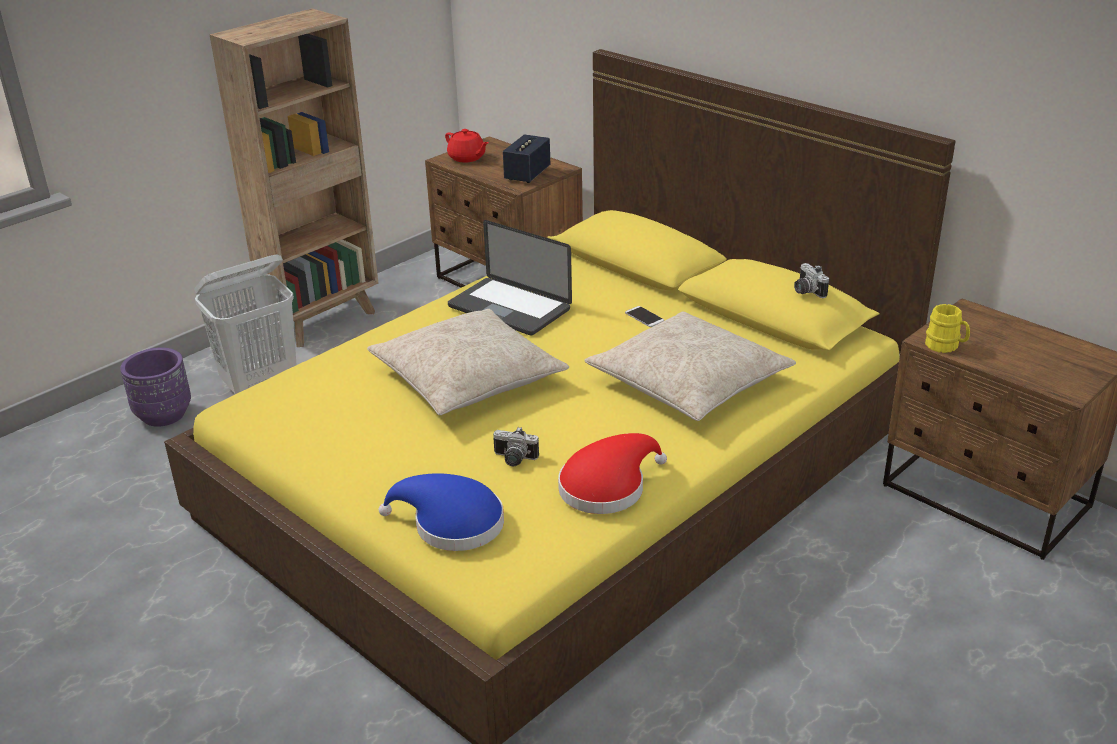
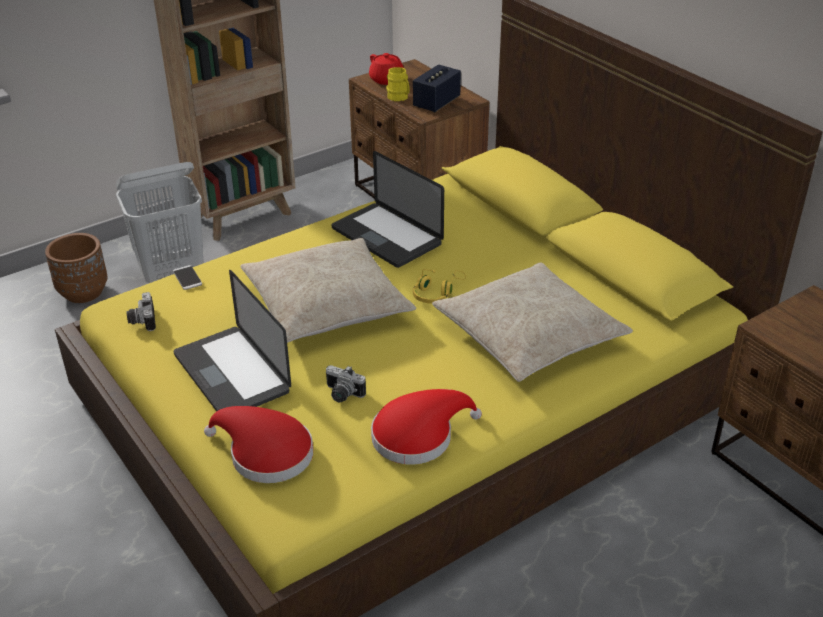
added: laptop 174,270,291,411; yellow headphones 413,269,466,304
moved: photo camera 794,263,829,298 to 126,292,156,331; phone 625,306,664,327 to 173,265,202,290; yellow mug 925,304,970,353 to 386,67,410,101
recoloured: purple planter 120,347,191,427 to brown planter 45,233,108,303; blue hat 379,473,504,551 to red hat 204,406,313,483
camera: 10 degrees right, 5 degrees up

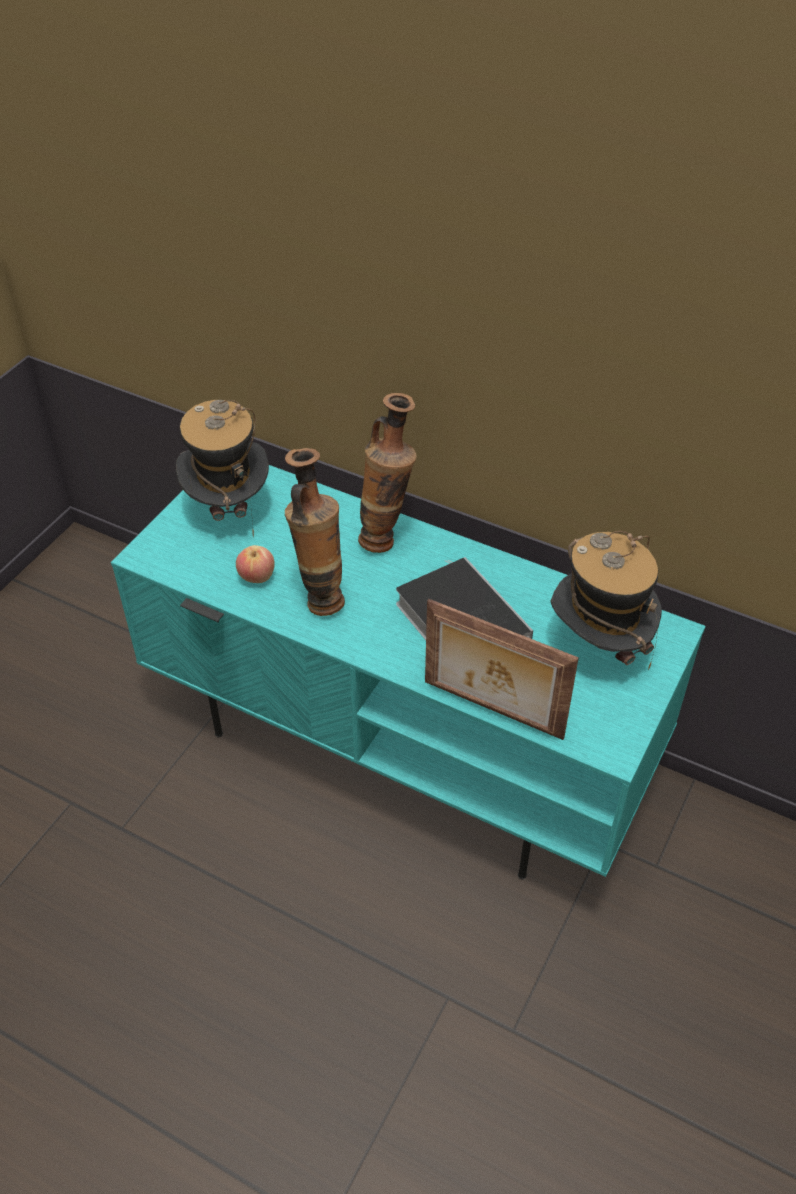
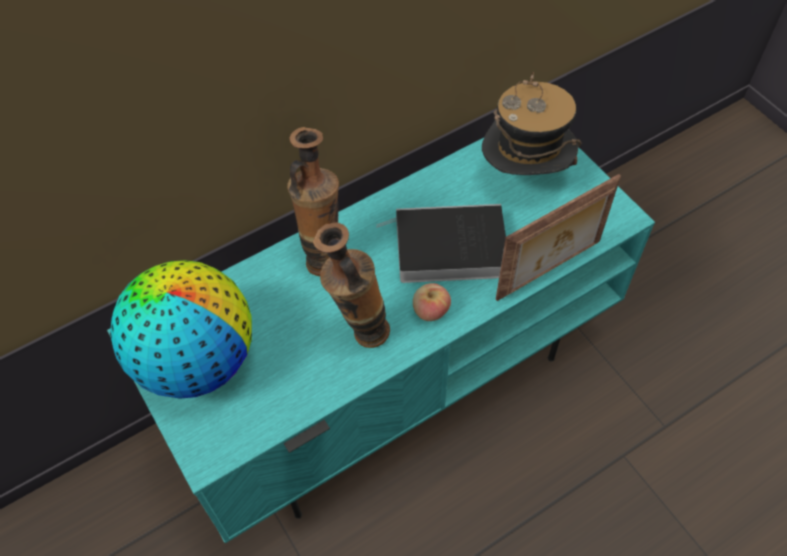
moved: apple 236,545,275,583 to 413,283,451,321
replaced: hat 176,400,269,537 to globe 110,260,252,399
camera: 60 degrees left, 10 degrees up

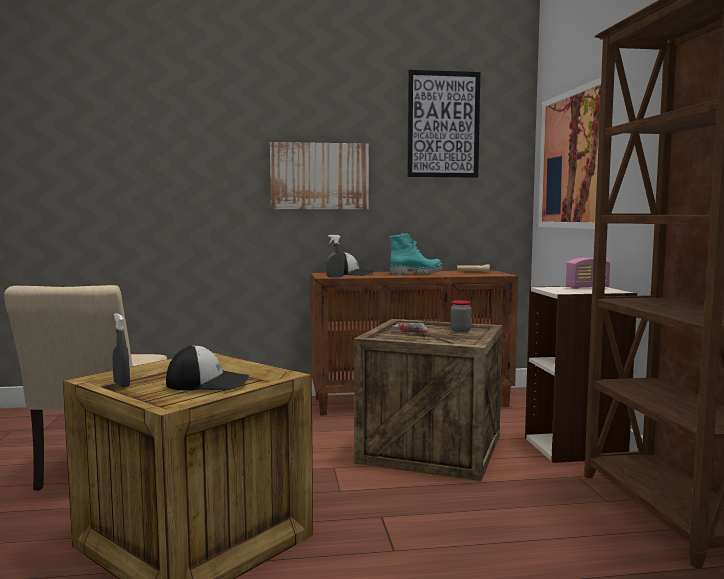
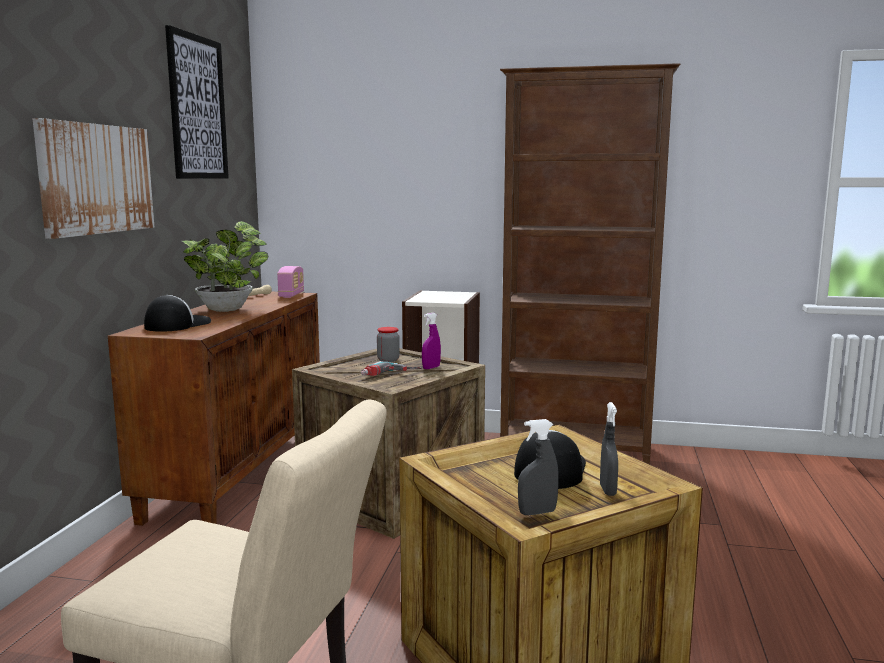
removed: picture 538,75,615,229
added: purple spray bottle 422,312,441,369
moved: radio 566,257,610,289 to 277,266,304,298; grey spray bottle 326,235,344,278 to 600,402,618,496
replaced: turquoise boot 390,233,443,275 to potted plant 182,221,268,312
camera: 70 degrees left, 5 degrees up

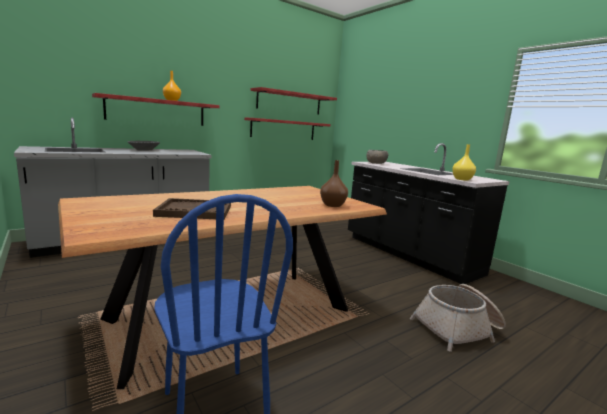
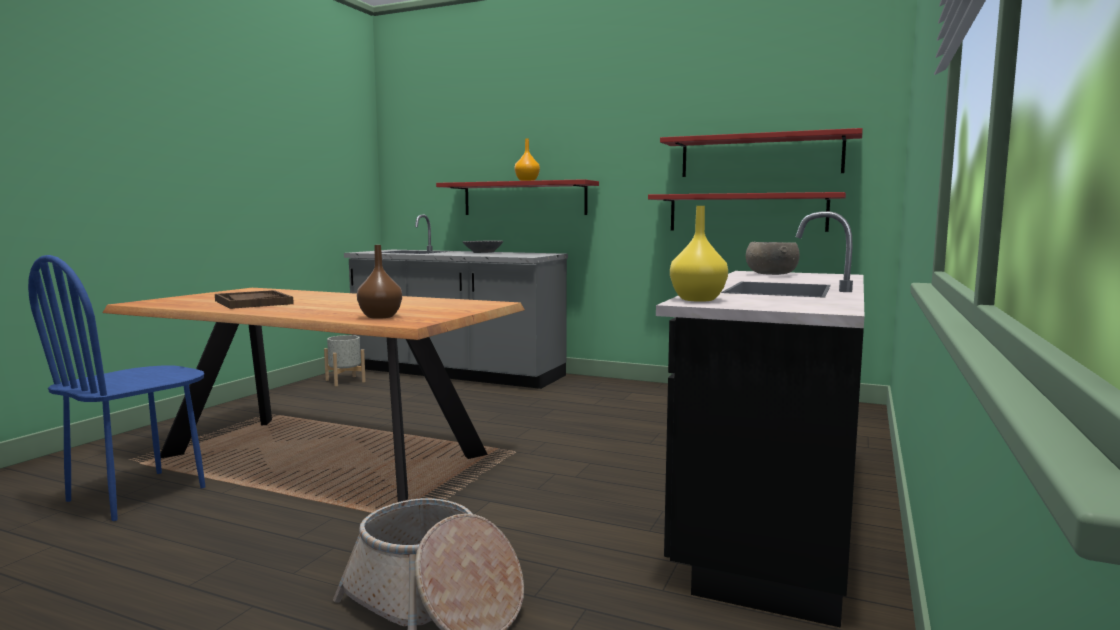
added: grey planter 324,335,366,386
camera: 60 degrees right, 5 degrees down

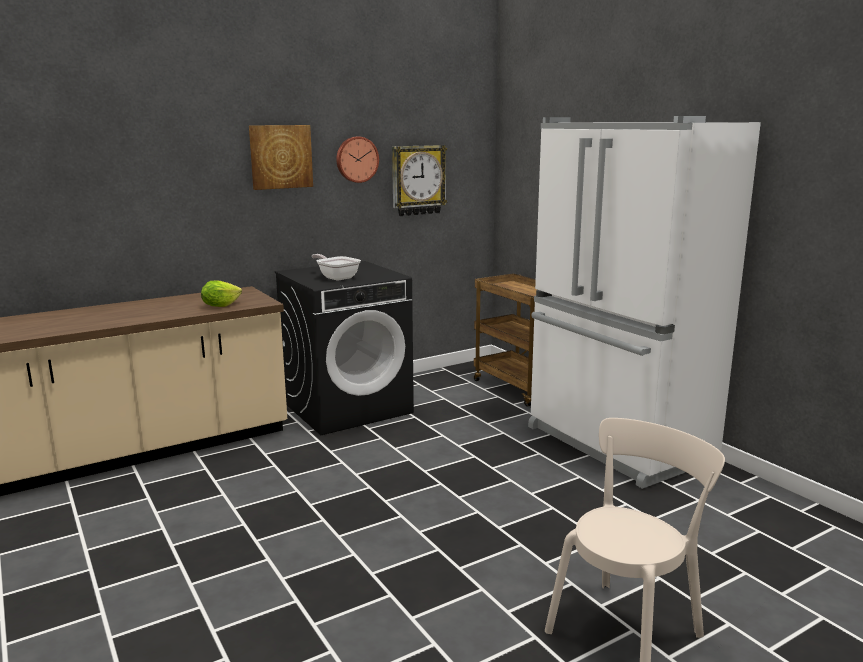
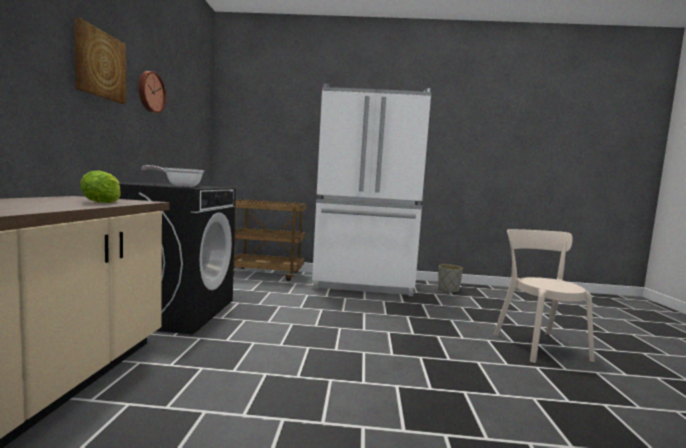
removed: wall clock 392,145,447,216
added: grey planter 438,264,463,293
camera: 55 degrees left, 10 degrees down

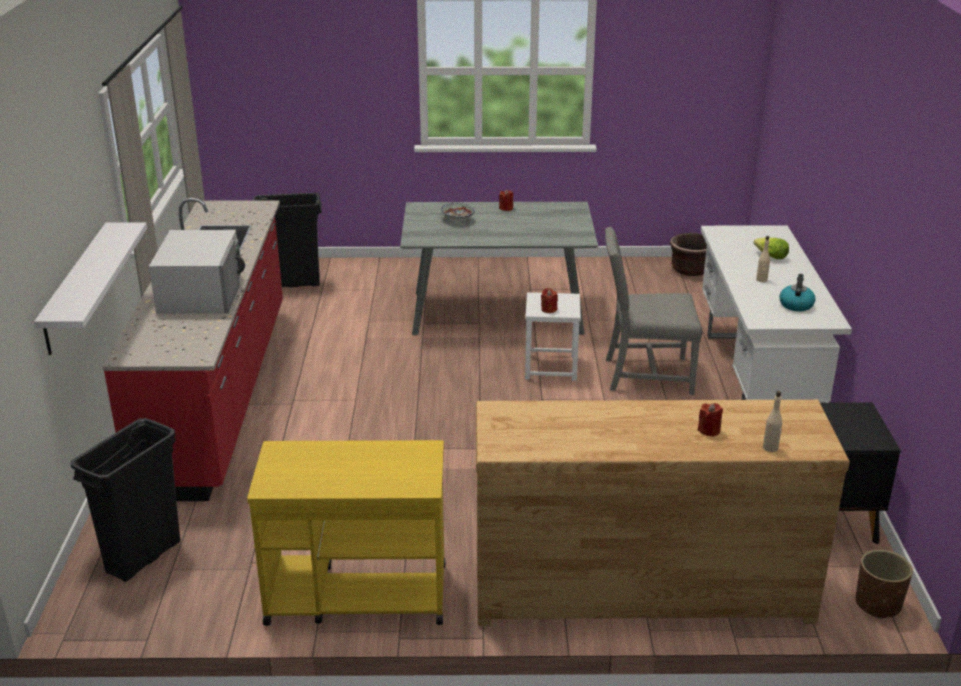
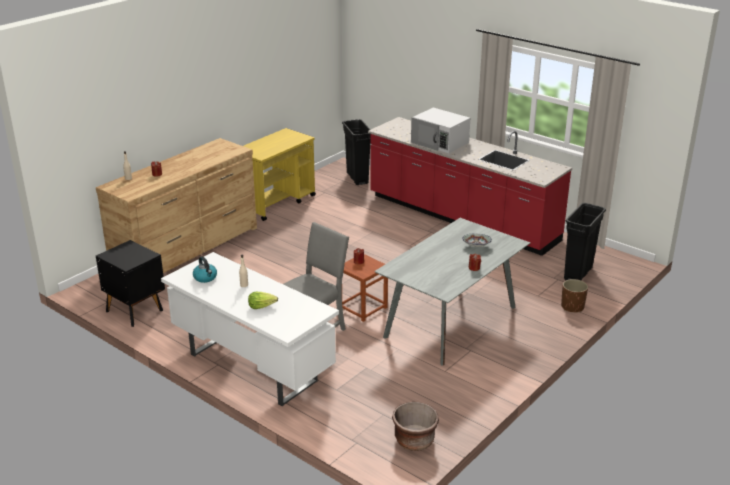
removed: white shelf 34,222,147,355
moved: brown planter 856,550,913,619 to 561,279,588,312
recoloured: white stool 525,292,581,381 to brown stool 342,254,388,322
camera: 130 degrees right, 0 degrees up

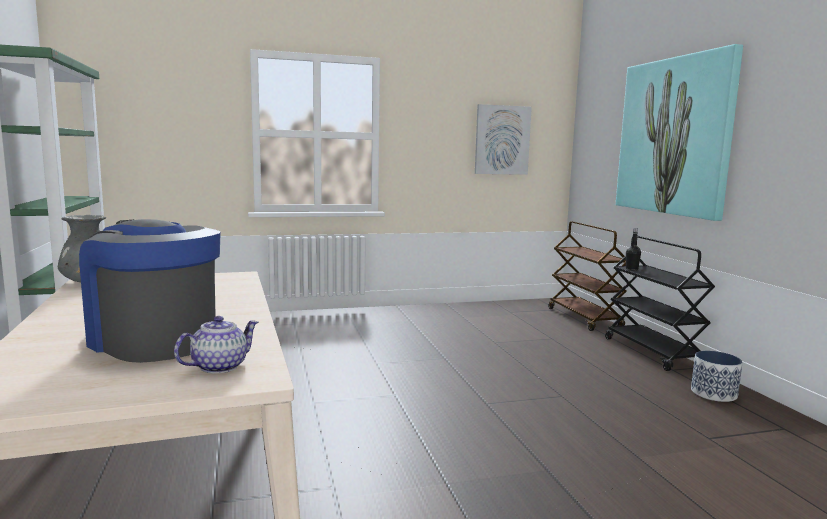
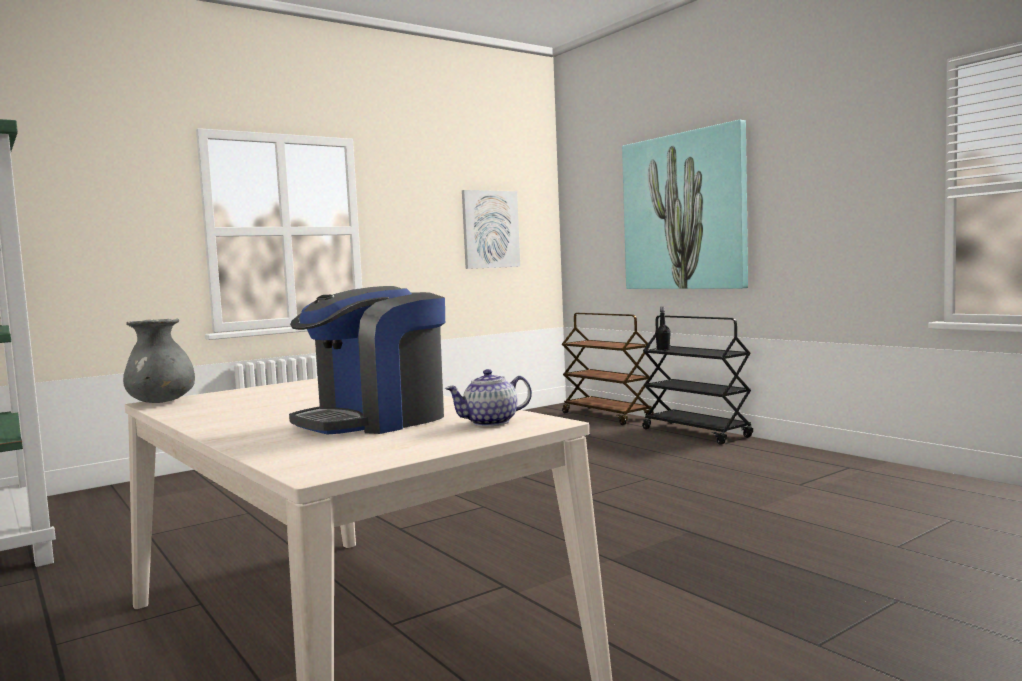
removed: planter 691,351,743,402
turned: coffee machine 79,219,221,363 = 289,286,445,434 60 degrees counterclockwise; teapot 174,316,259,374 = 445,369,532,426 135 degrees counterclockwise
camera: 20 degrees left, 5 degrees down

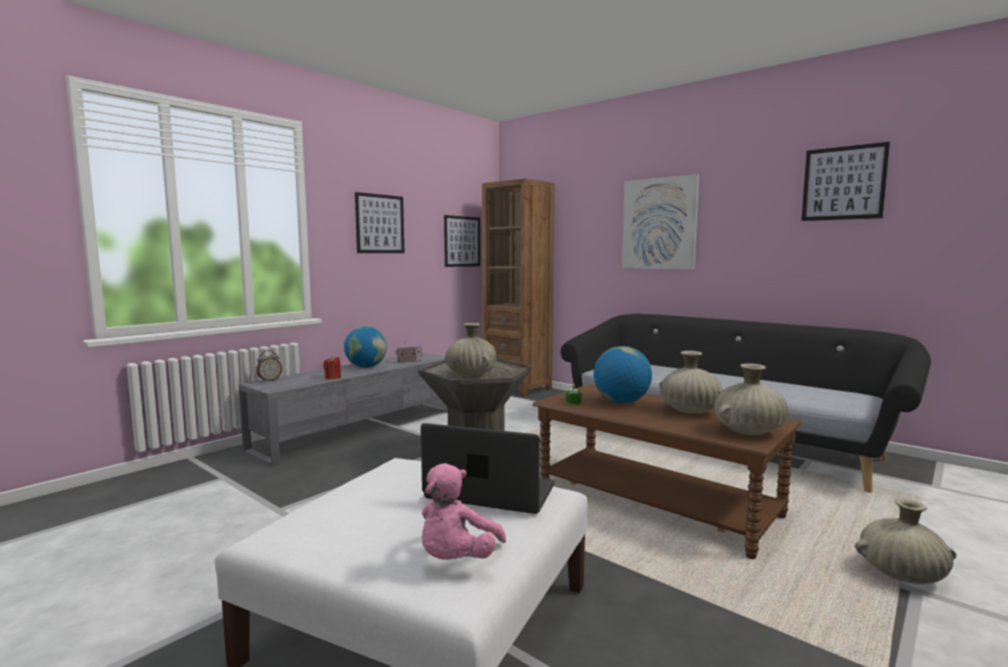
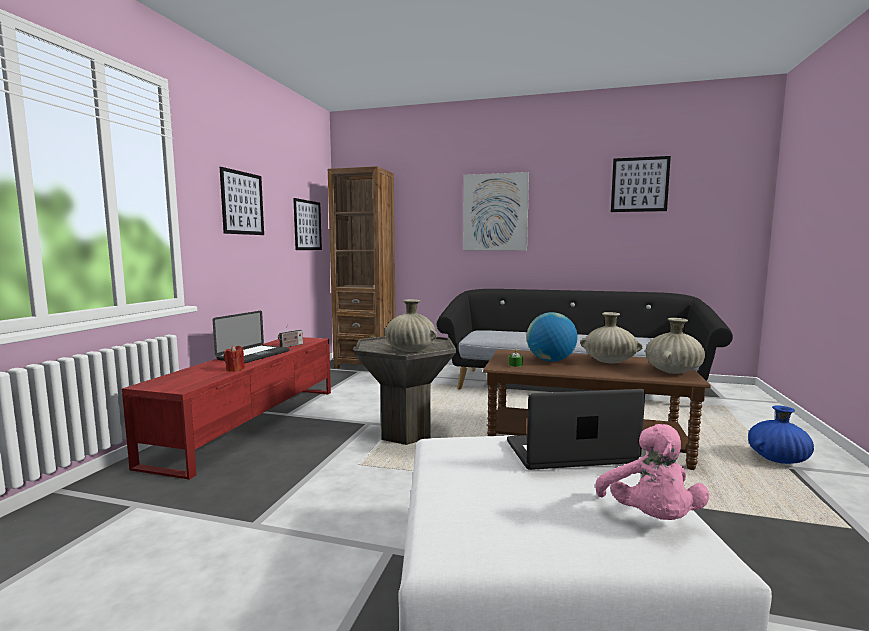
removed: alarm clock 256,350,282,382
replaced: globe 344,326,387,368 to laptop 213,311,290,363
recoloured: grey tv stand 238,352,448,467 to red tv stand 122,337,331,480; beige vase 855,499,956,584 to blue vase 748,405,814,464
camera: 25 degrees left, 0 degrees up

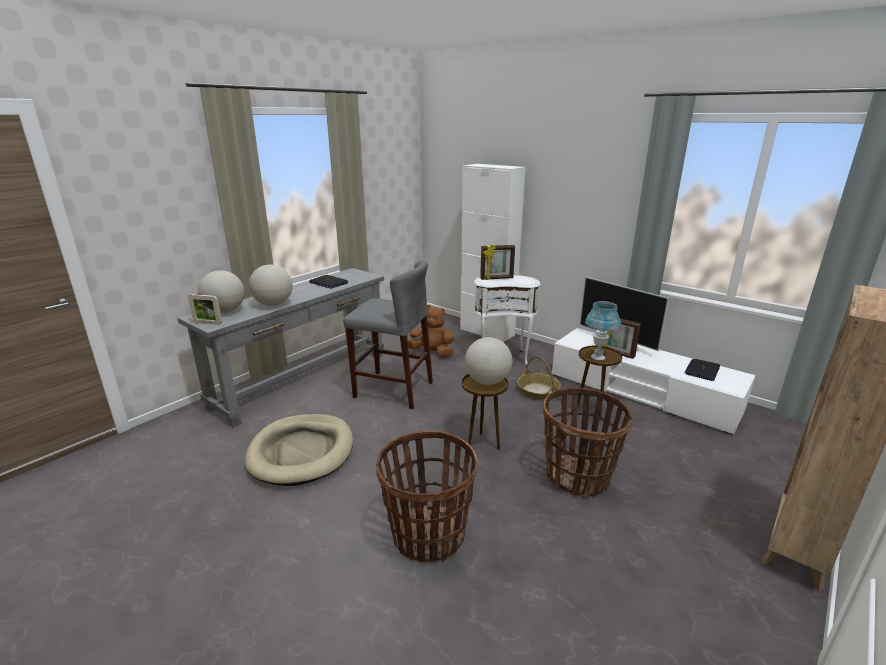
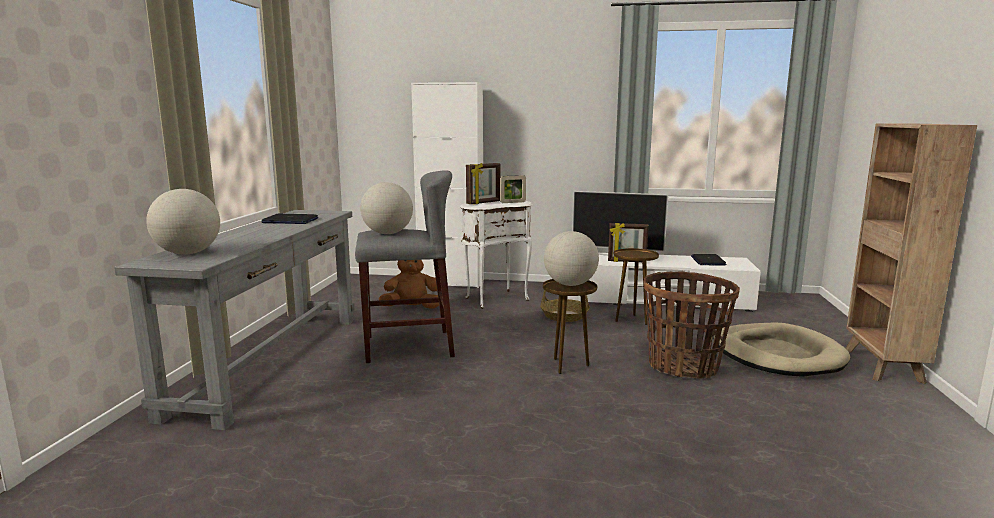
removed: basket 376,431,478,563; blue table lamp 585,301,621,360
moved: globe 249,264,293,306 to 360,182,413,234; picture frame 188,294,222,325 to 500,175,526,203; beige dog bed 245,414,353,486 to 713,323,850,377
camera: 30 degrees left, 10 degrees down

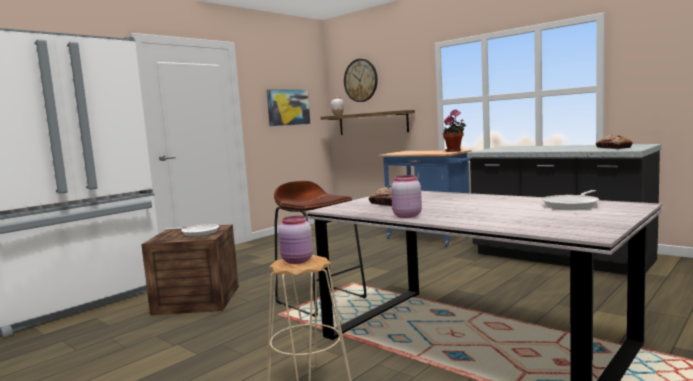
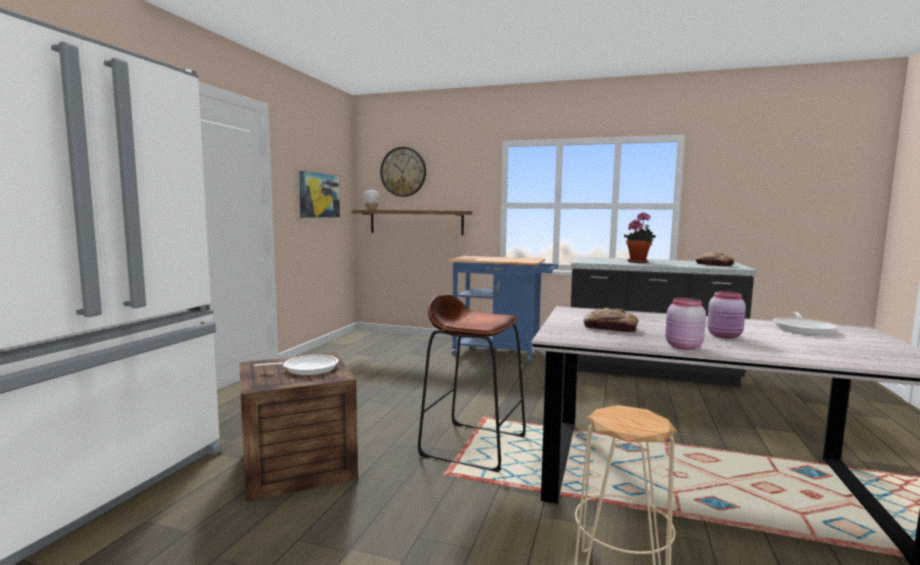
moved: potted plant 443,109,466,152 to 624,212,656,263; pink jar 279,216,313,264 to 707,291,746,339
camera: 25 degrees left, 0 degrees up

